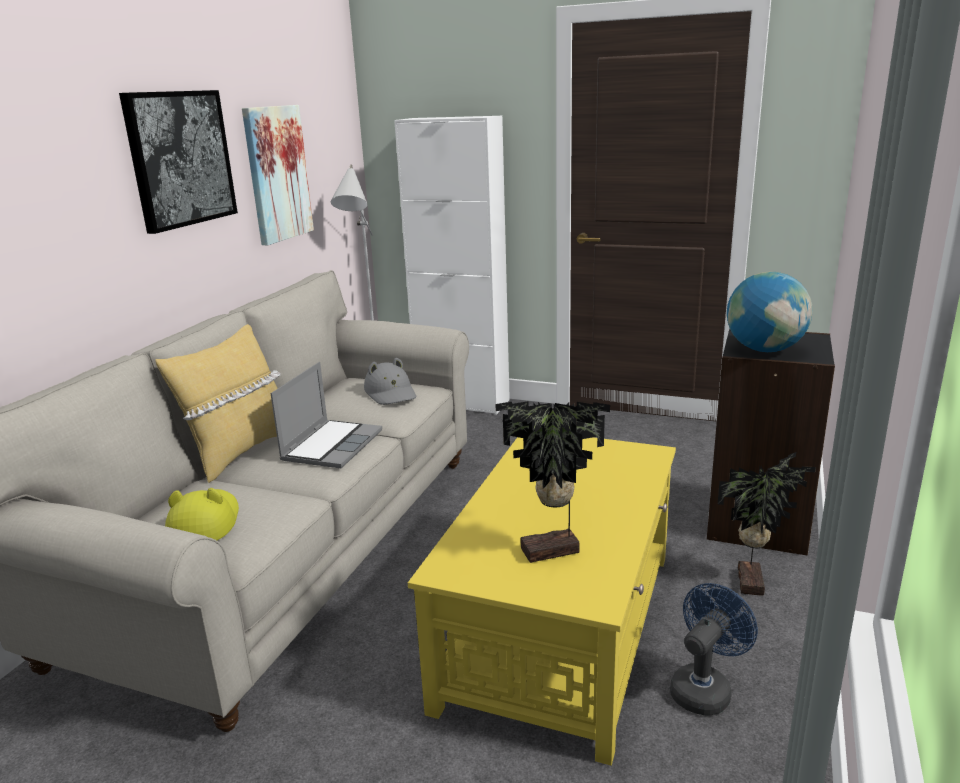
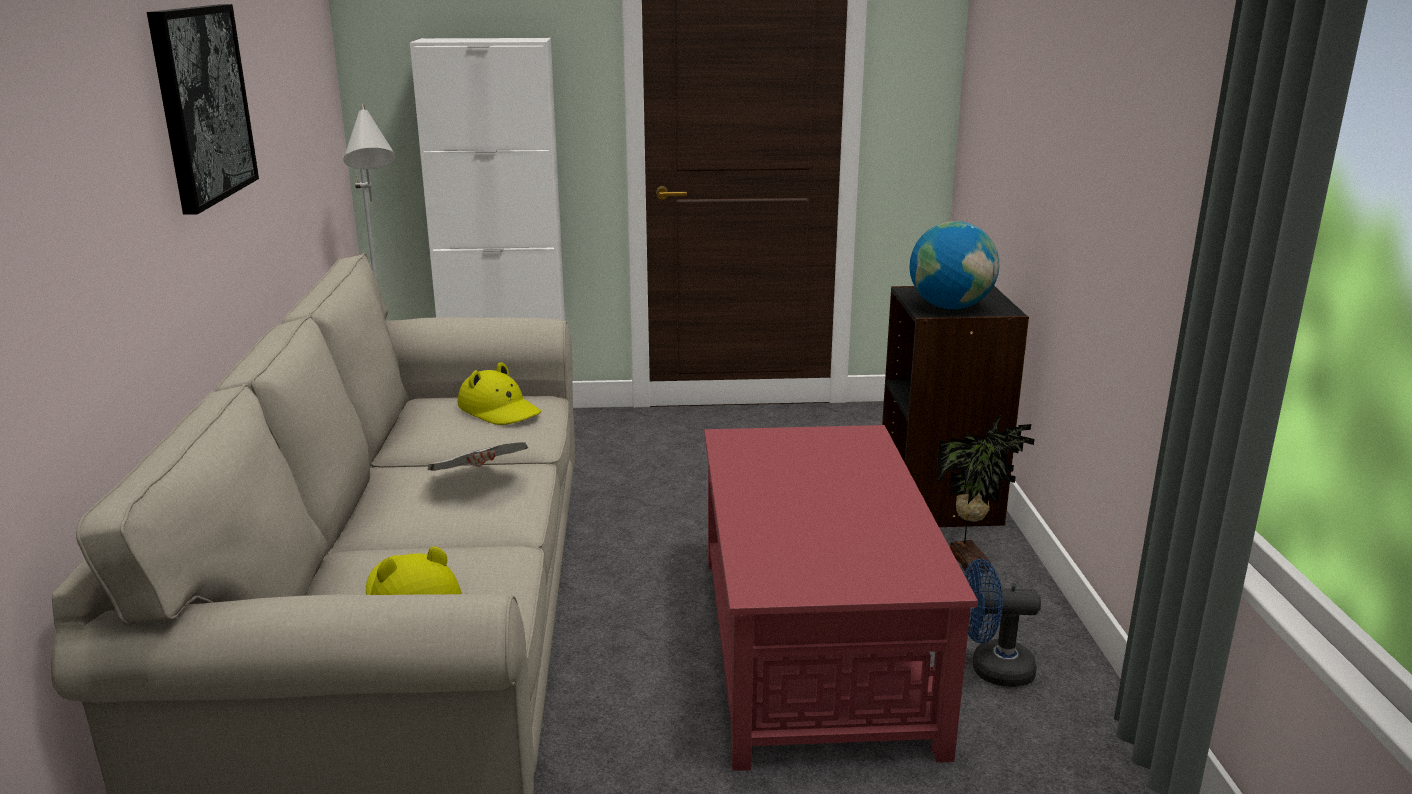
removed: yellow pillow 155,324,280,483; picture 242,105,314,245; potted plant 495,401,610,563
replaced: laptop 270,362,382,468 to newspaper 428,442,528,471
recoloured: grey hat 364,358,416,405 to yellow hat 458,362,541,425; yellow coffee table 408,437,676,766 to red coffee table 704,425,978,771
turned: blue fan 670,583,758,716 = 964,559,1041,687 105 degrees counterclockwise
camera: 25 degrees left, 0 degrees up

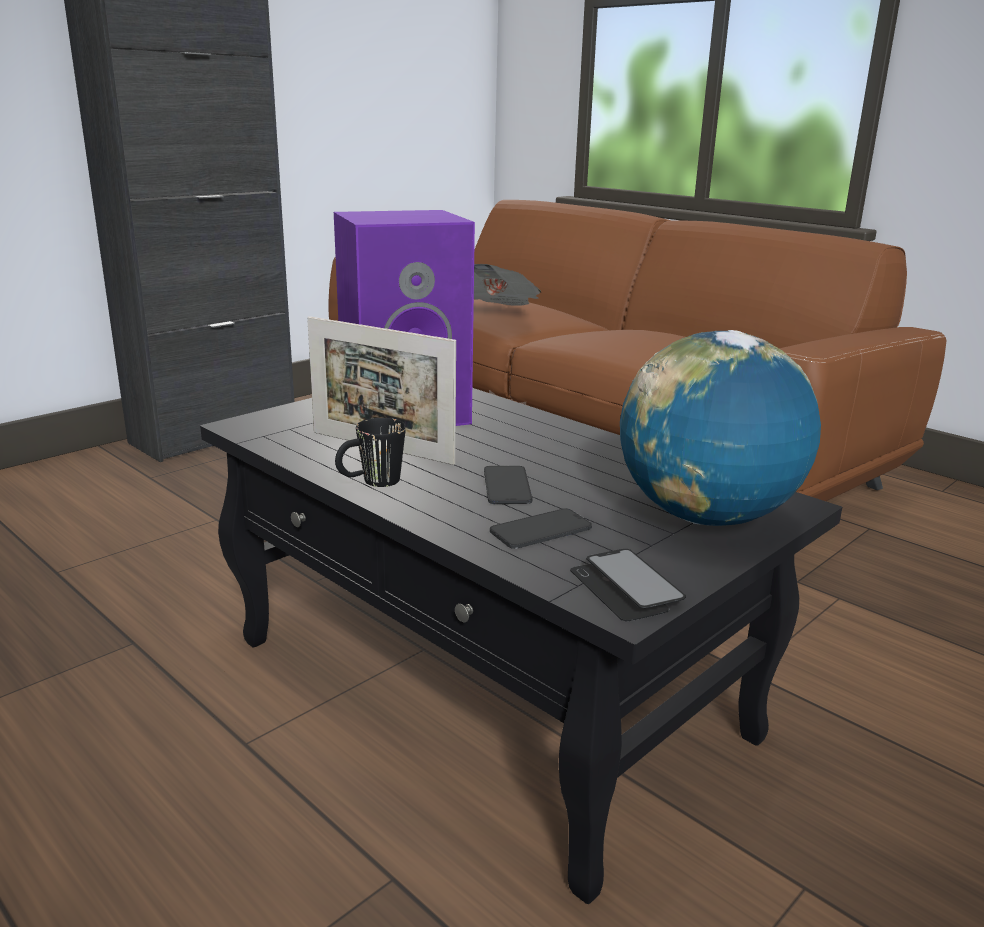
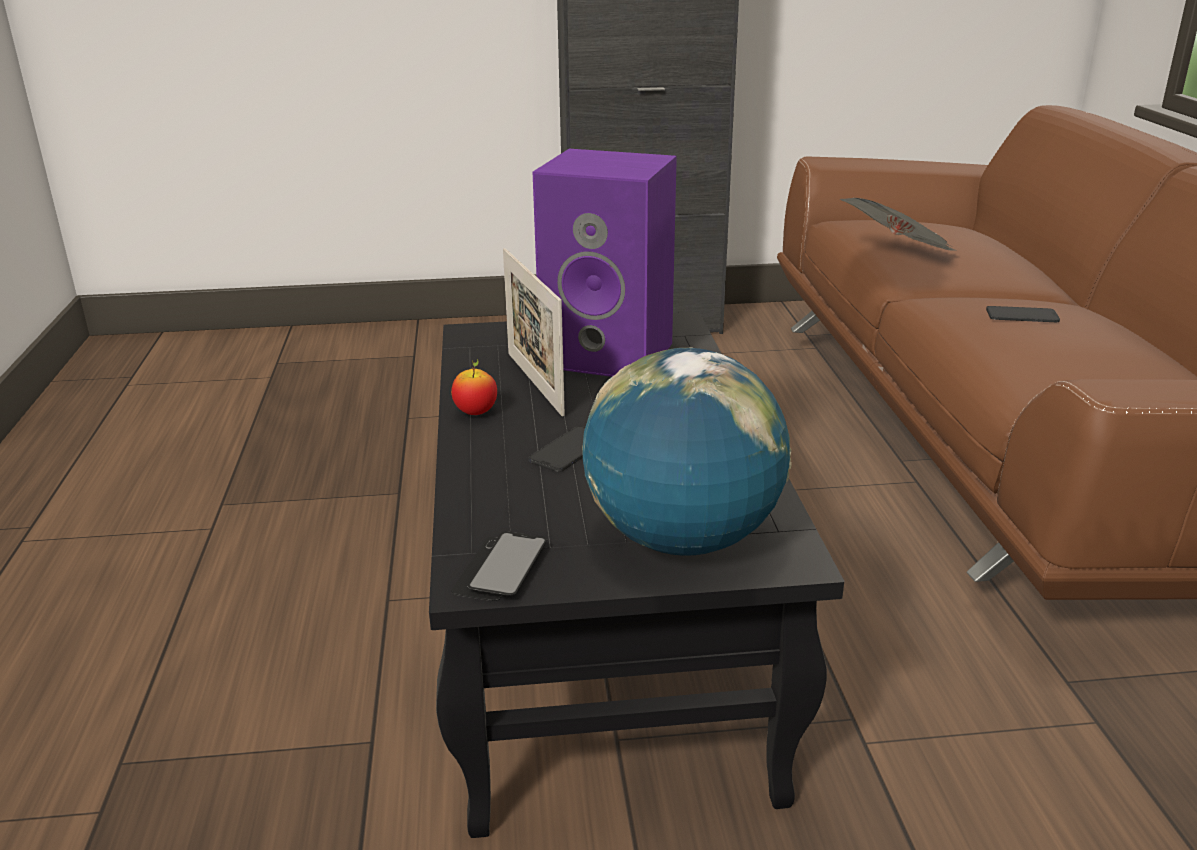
moved: phone 490,508,592,549 to 986,306,1060,322
replaced: black mug 335,418,406,487 to apple 451,359,497,415
camera: 40 degrees right, 5 degrees up

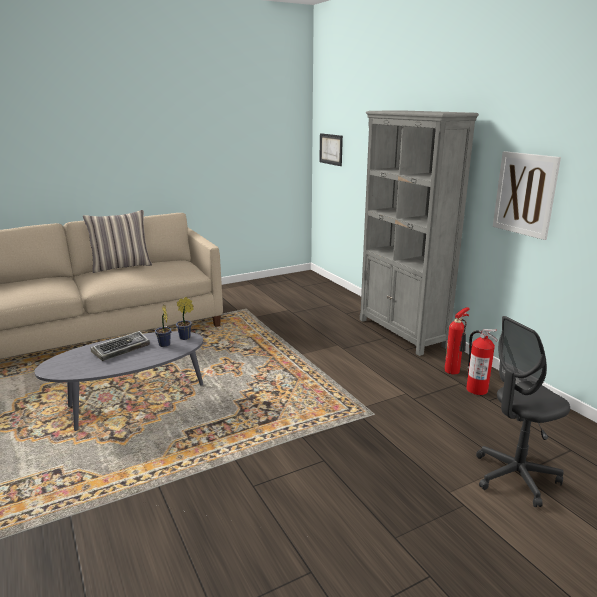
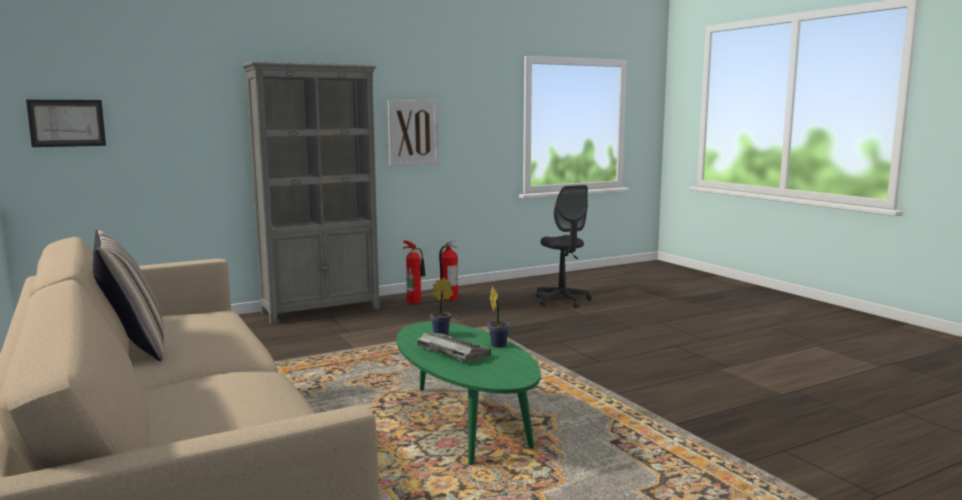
moved: potted plant 176,297,194,340 to 488,286,510,348
recoloured: grey coffee table 34,331,203,431 to green coffee table 397,322,541,465
camera: 90 degrees left, 10 degrees down

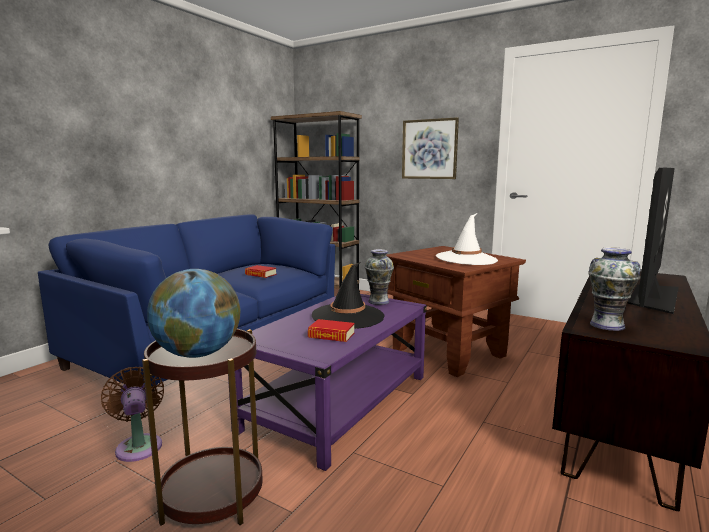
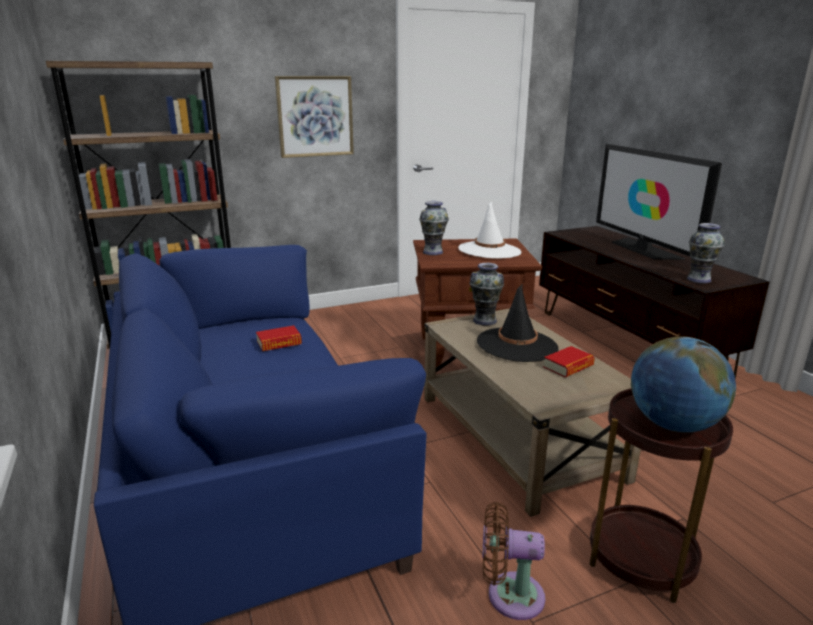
added: vase 419,201,449,255
recoloured: purple coffee table 228,294,427,471 to beige coffee table 424,308,641,517
camera: 55 degrees left, 10 degrees up

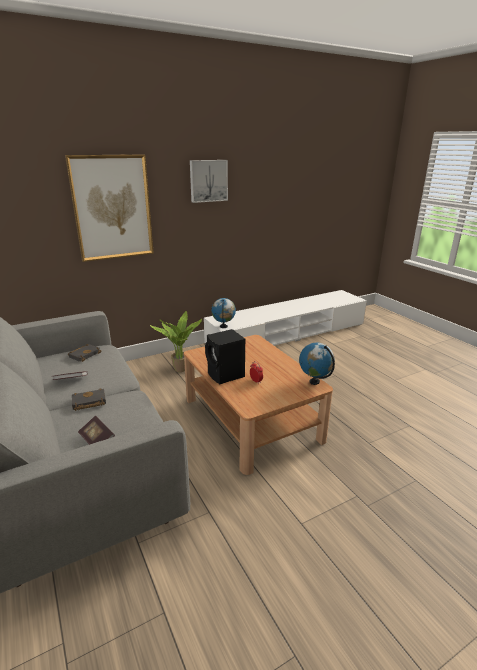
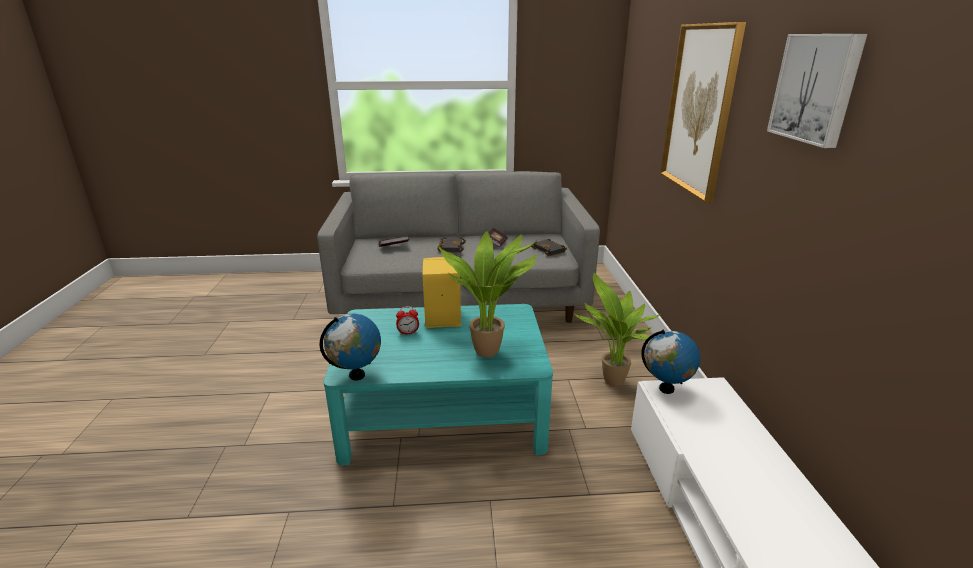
added: potted plant 439,231,539,358
recoloured: brown coffee table 184,335,333,475 to turquoise coffee table 323,304,553,465; black speaker 205,329,245,384 to yellow speaker 422,257,461,328
camera: 115 degrees right, 0 degrees up

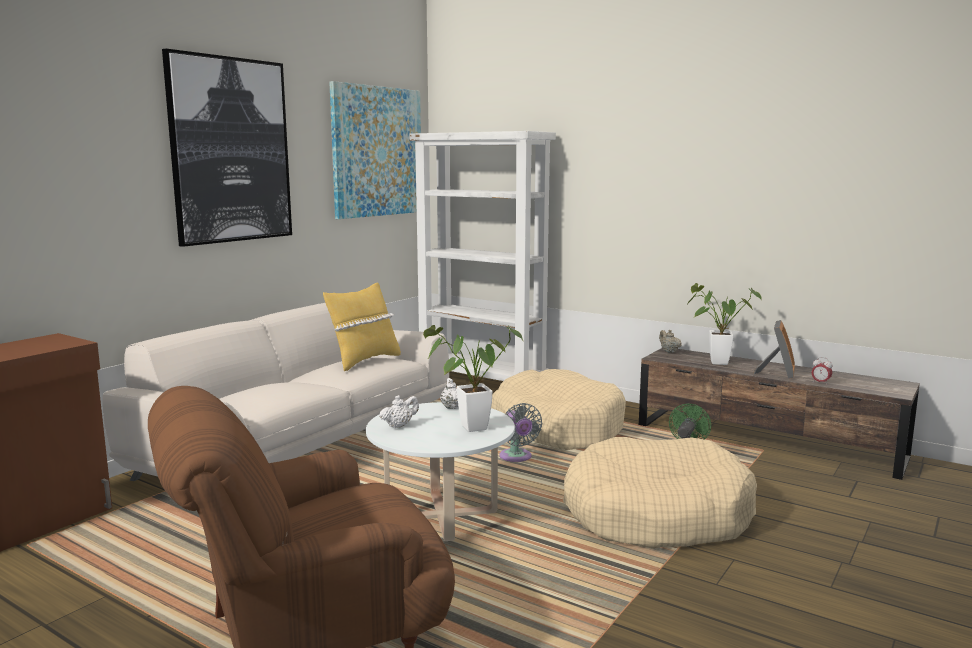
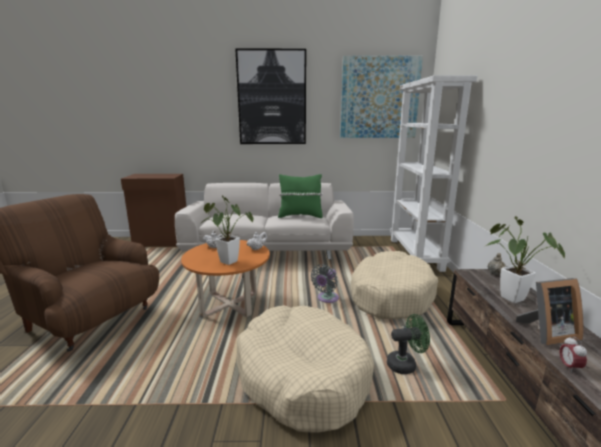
recoloured: white coffee table 366,402,515,541 to orange coffee table 181,240,270,318; yellow pillow 323,283,401,371 to green pillow 278,174,323,218
camera: 55 degrees right, 5 degrees up

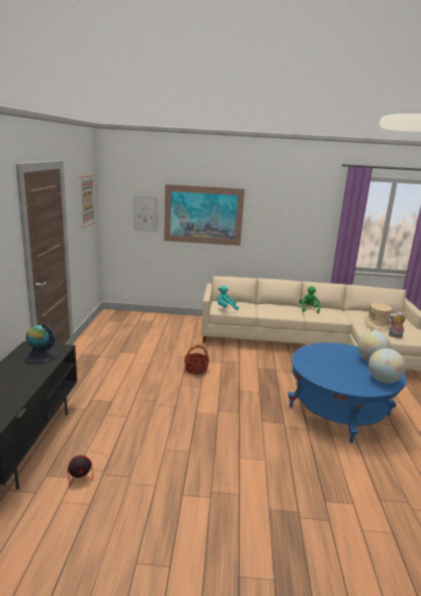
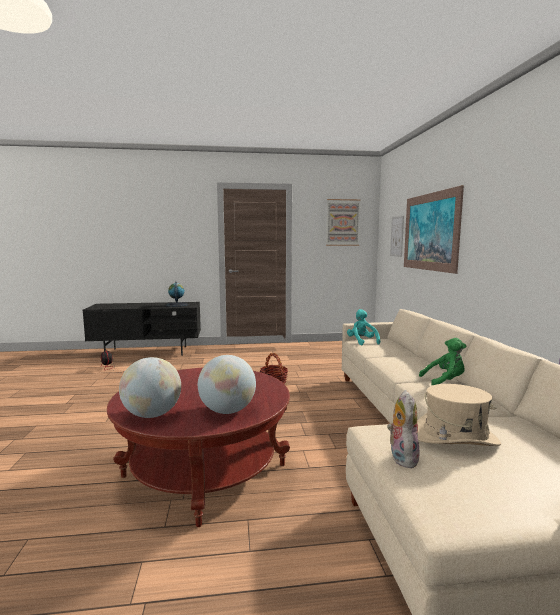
recoloured: blue coffee table 288,343,407,443 to red coffee table 107,368,290,527
camera: 80 degrees right, 10 degrees down

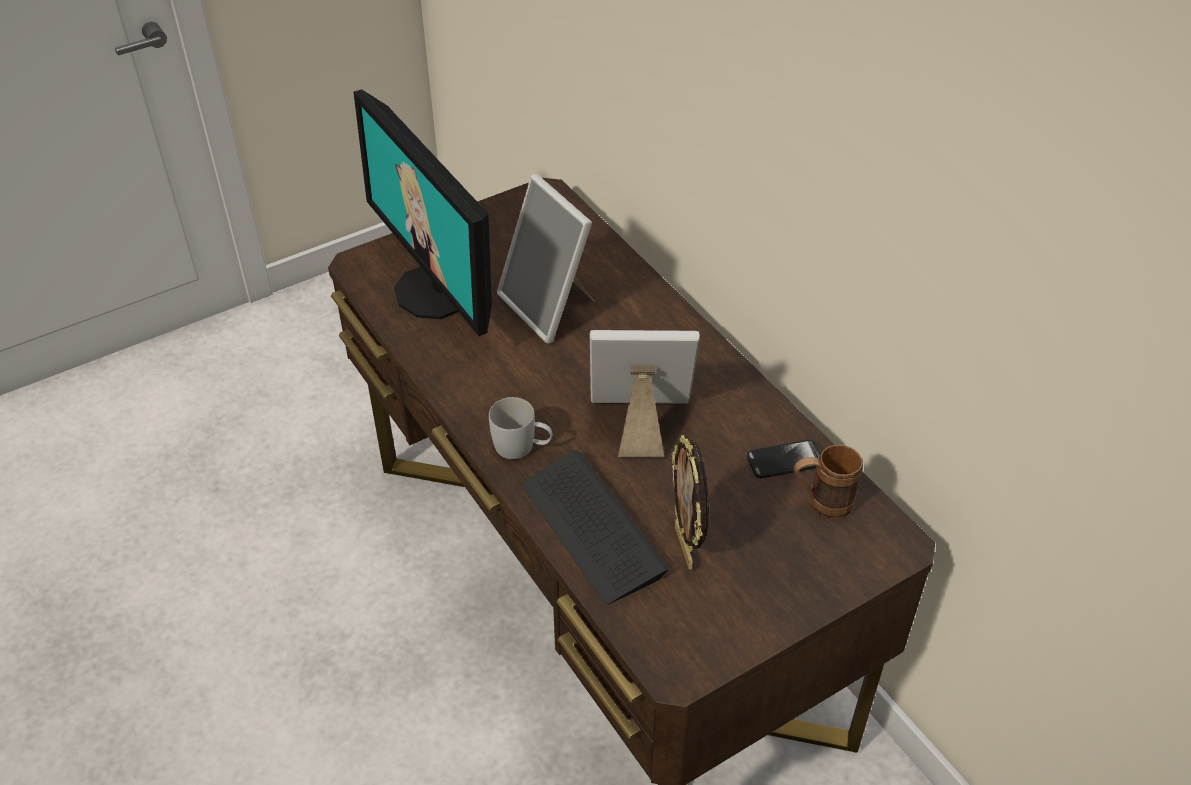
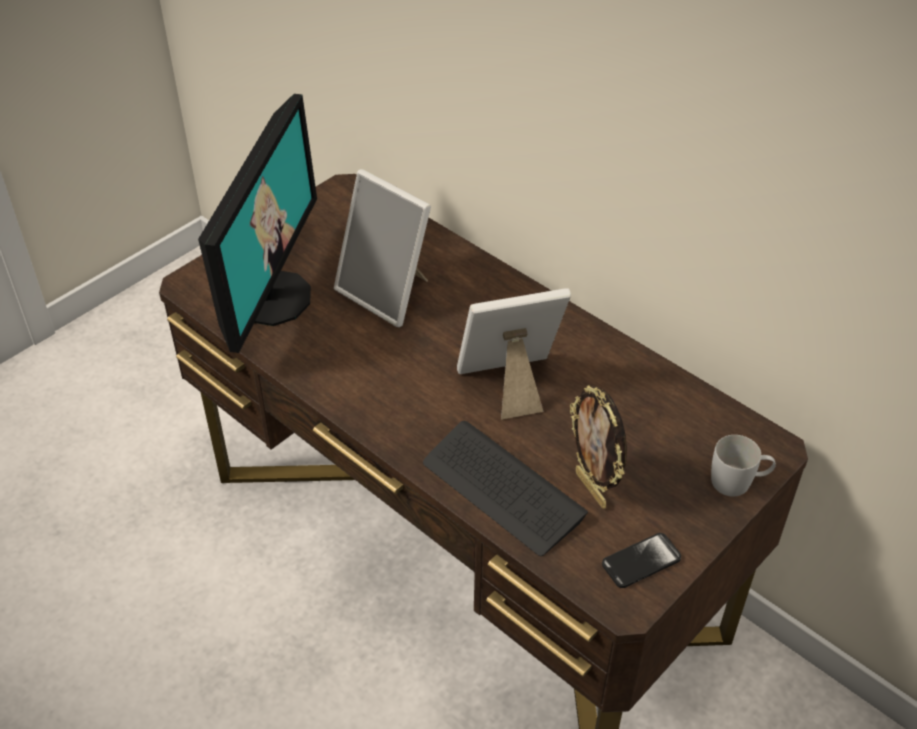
removed: brown mug 793,445,863,519
moved: phone 747,440,821,478 to 602,533,681,588; white mug 489,397,553,459 to 711,435,776,497
turned: monitor 354,89,492,336 = 198,94,317,353 120 degrees counterclockwise
camera: 15 degrees left, 0 degrees up

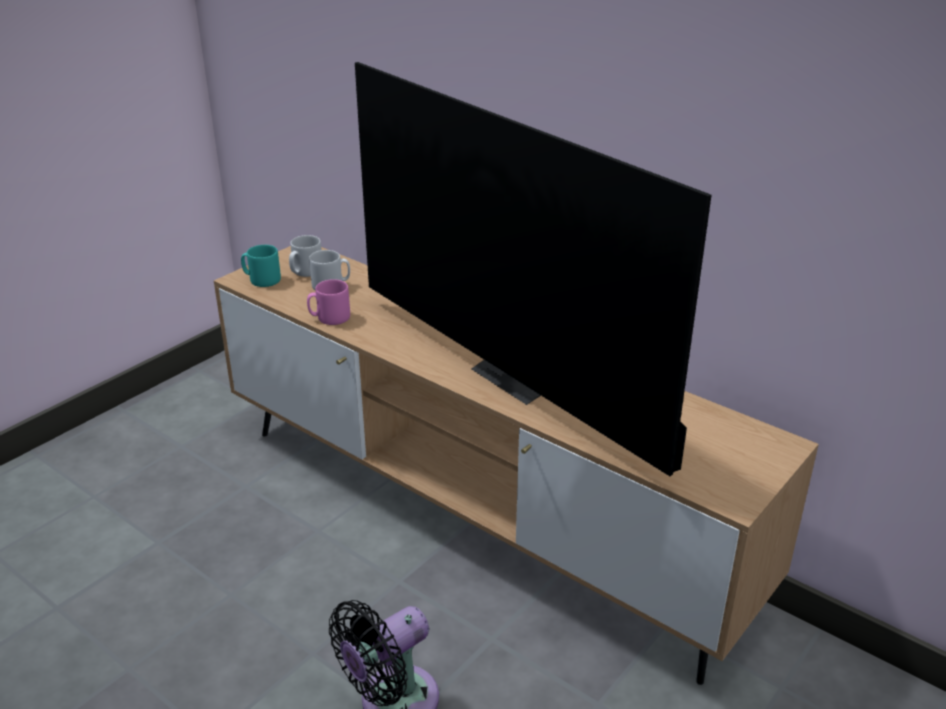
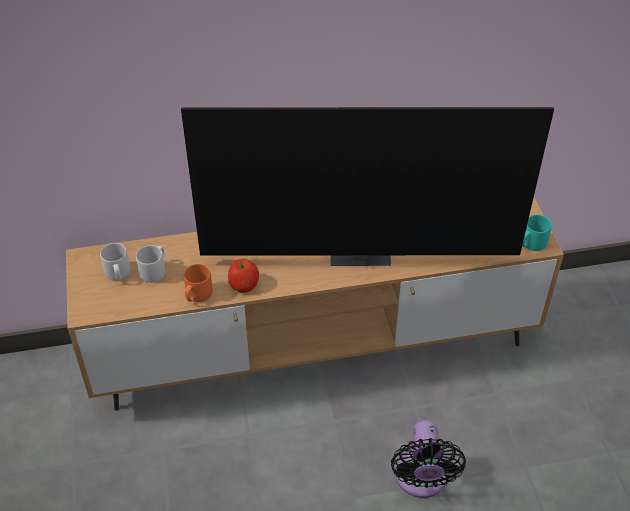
added: apple 228,259,259,292
moved: turquoise mug 241,245,281,287 to 522,215,552,251
recoloured: pink mug 307,279,350,325 to orange mug 184,264,213,302
camera: 50 degrees left, 15 degrees up

